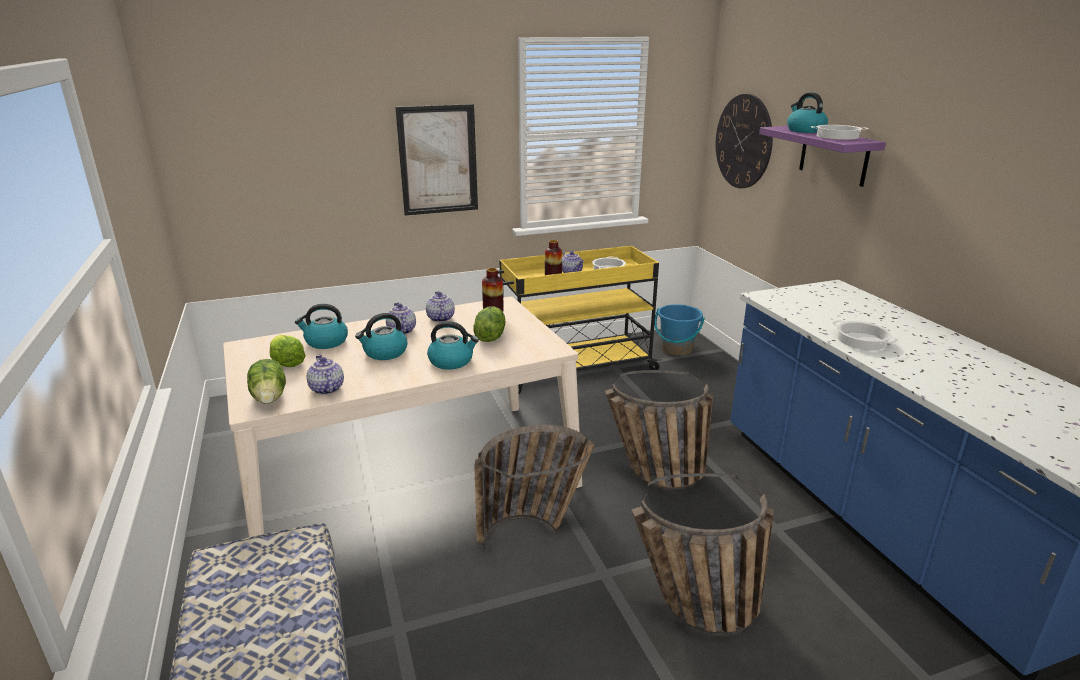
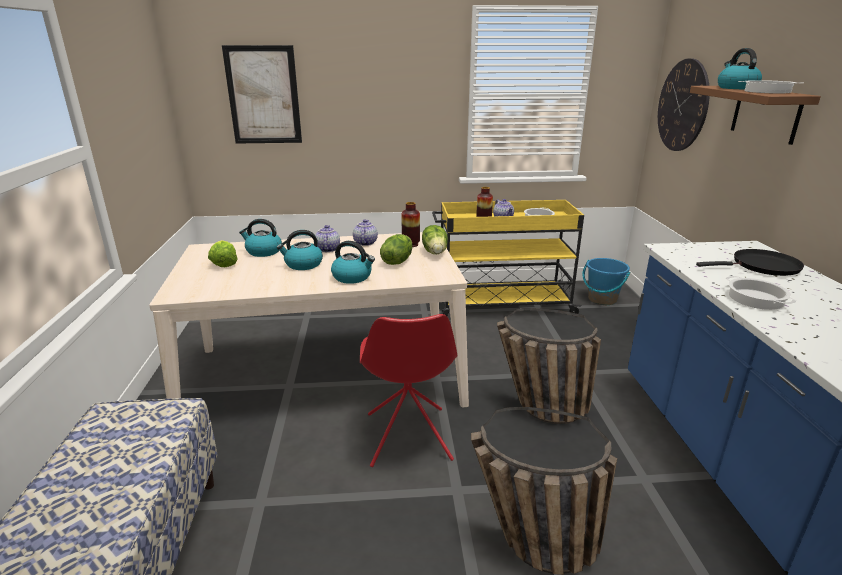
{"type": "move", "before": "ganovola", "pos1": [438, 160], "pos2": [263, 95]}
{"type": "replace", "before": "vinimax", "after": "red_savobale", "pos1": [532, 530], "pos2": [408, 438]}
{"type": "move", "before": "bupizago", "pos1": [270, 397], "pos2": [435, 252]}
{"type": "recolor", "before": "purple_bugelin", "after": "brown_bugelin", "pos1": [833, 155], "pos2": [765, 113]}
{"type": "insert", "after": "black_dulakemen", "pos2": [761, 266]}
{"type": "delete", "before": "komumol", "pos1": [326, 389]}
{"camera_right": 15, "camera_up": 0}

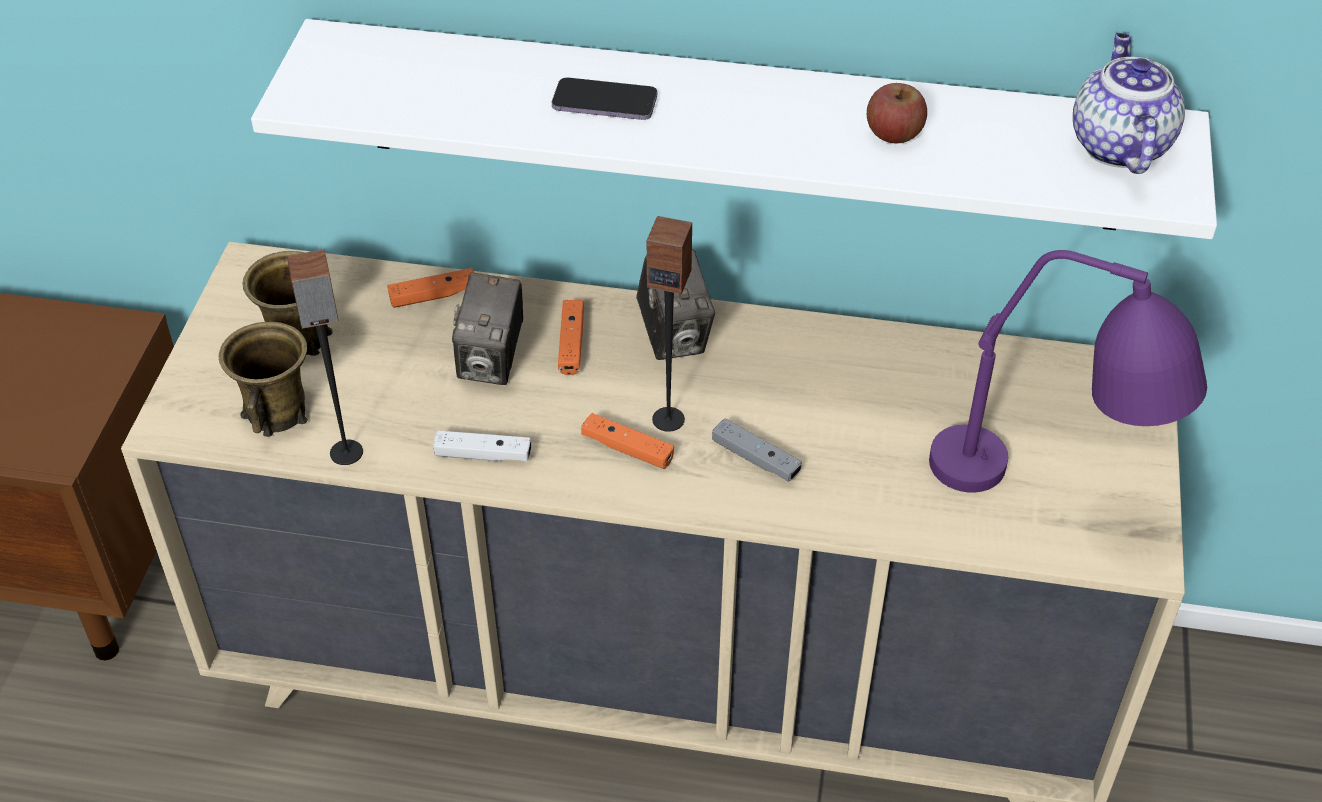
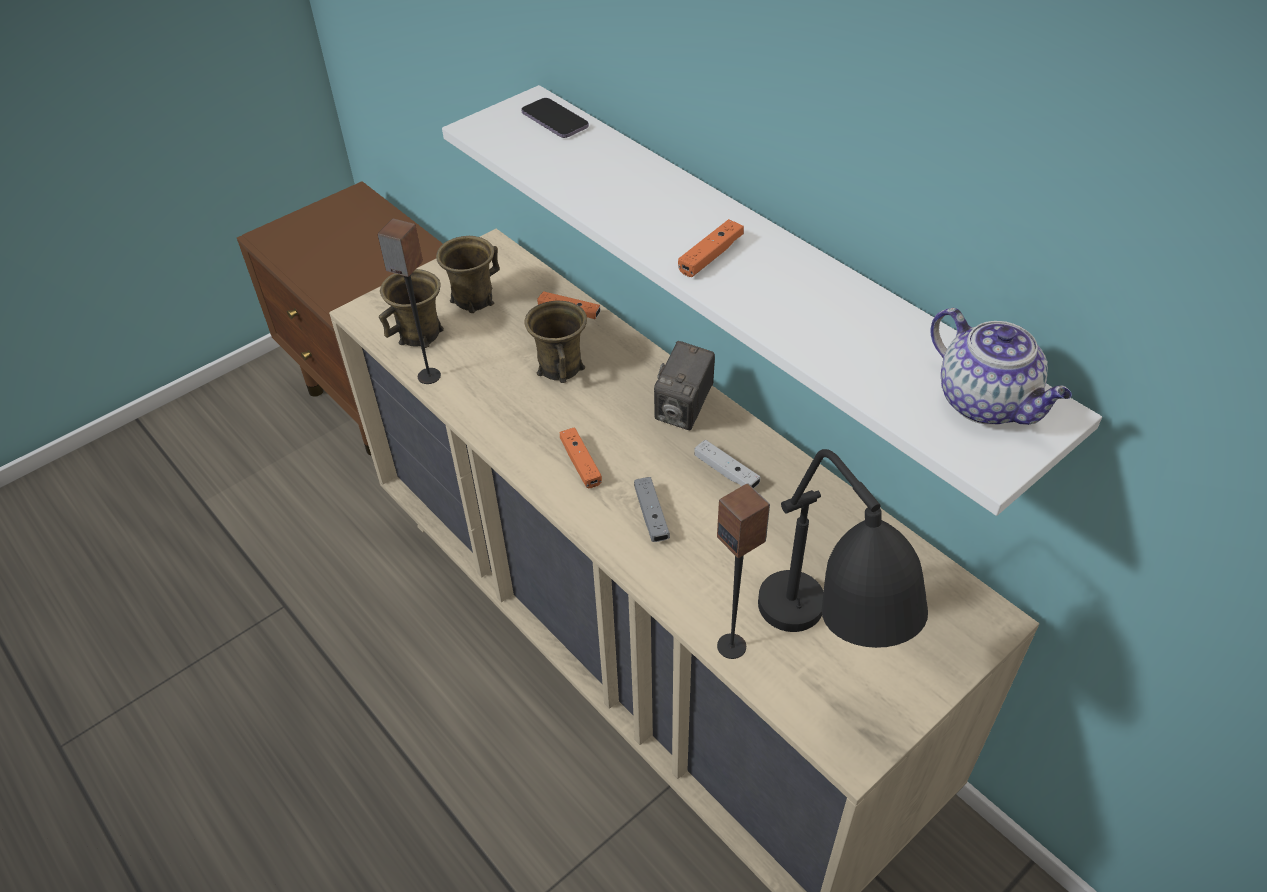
{"type": "move", "before": "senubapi", "pos1": [604, 102], "pos2": [555, 120]}
{"type": "replace", "before": "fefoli", "after": "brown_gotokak", "pos1": [492, 360], "pos2": [561, 367]}
{"type": "move", "before": "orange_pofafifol", "pos1": [571, 344], "pos2": [710, 256]}
{"type": "move", "before": "white_pofafifol", "pos1": [483, 455], "pos2": [726, 472]}
{"type": "move", "before": "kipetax", "pos1": [668, 419], "pos2": [732, 646]}
{"type": "recolor", "before": "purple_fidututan", "after": "black_fidututan", "pos1": [1047, 498], "pos2": [823, 664]}
{"type": "rotate", "before": "komumol", "pos1": [1118, 145], "pos2": [987, 403], "turn": 105}
{"type": "delete", "before": "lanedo", "pos1": [894, 134]}
{"camera_right": 40, "camera_up": 0}

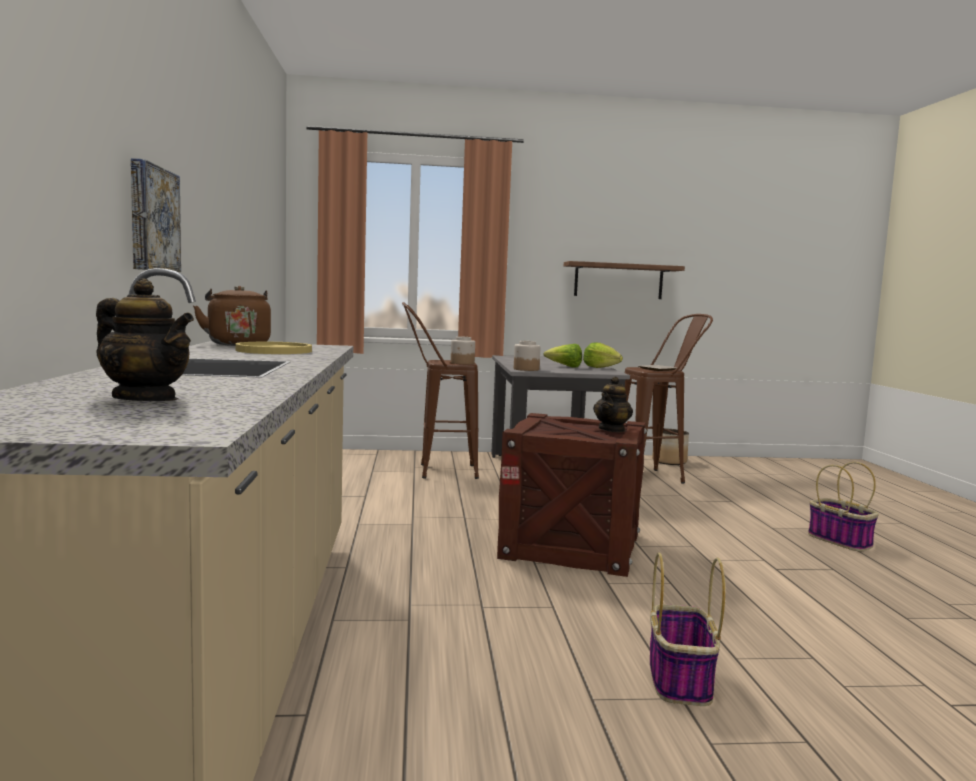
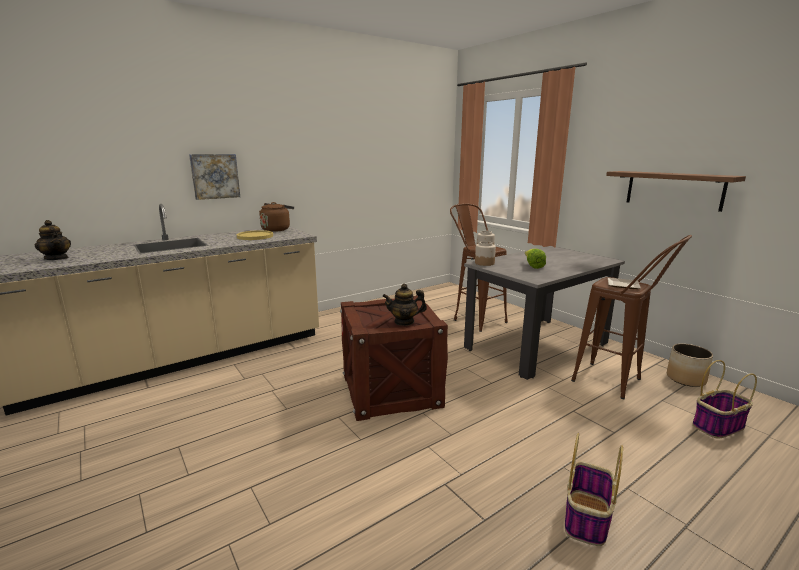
{"type": "rotate", "before": "komumol", "pos1": [145, 399], "pos2": [56, 258], "turn": -45}
{"type": "move", "before": "vinimax", "pos1": [679, 679], "pos2": [718, 426]}
{"type": "delete", "before": "bupizago", "pos1": [600, 367]}
{"camera_right": 60, "camera_up": 10}

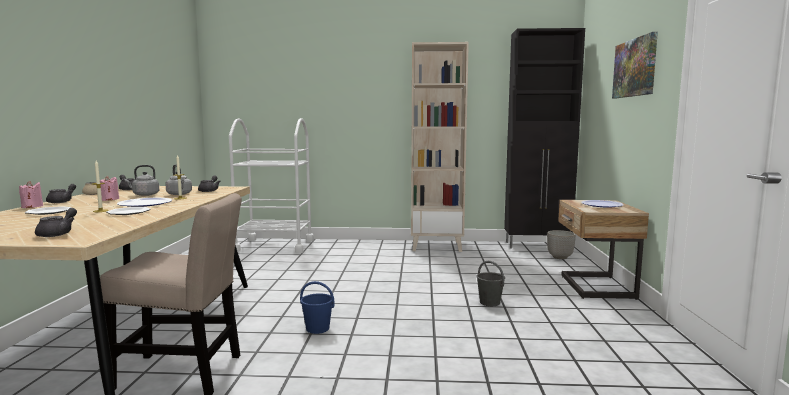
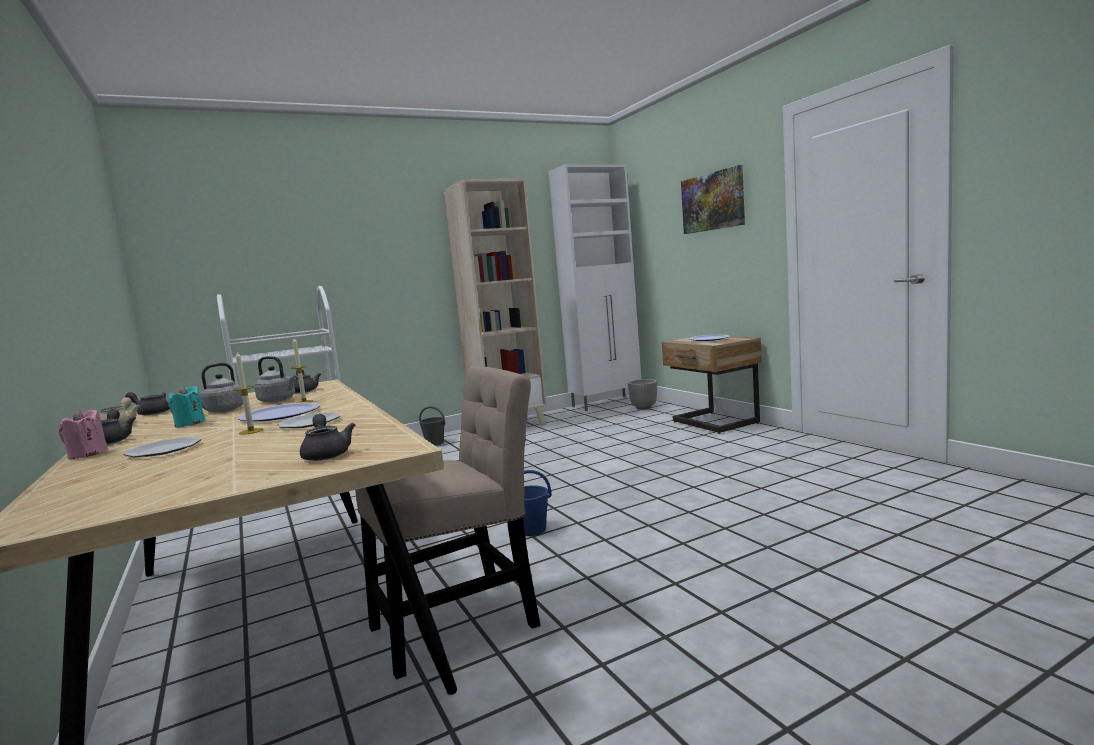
{"type": "recolor", "before": "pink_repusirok", "after": "turquoise_repusirok", "pos1": [109, 199], "pos2": [189, 424]}
{"type": "move", "before": "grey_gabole", "pos1": [489, 302], "pos2": [434, 443]}
{"type": "recolor", "before": "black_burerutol", "after": "white_burerutol", "pos1": [538, 245], "pos2": [607, 403]}
{"camera_right": -30, "camera_up": 0}

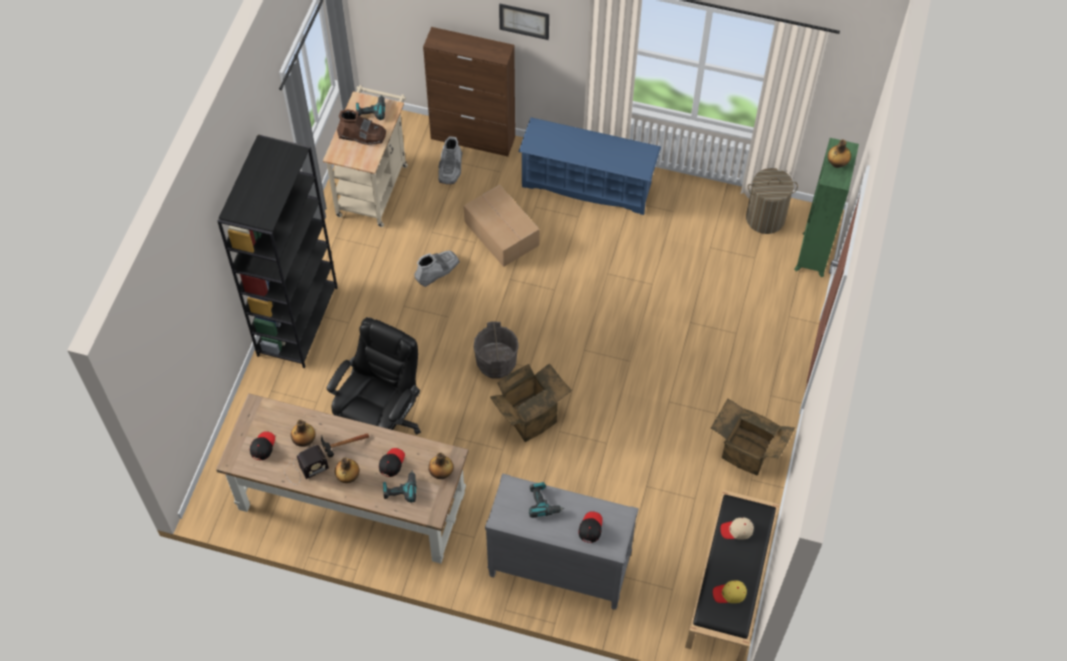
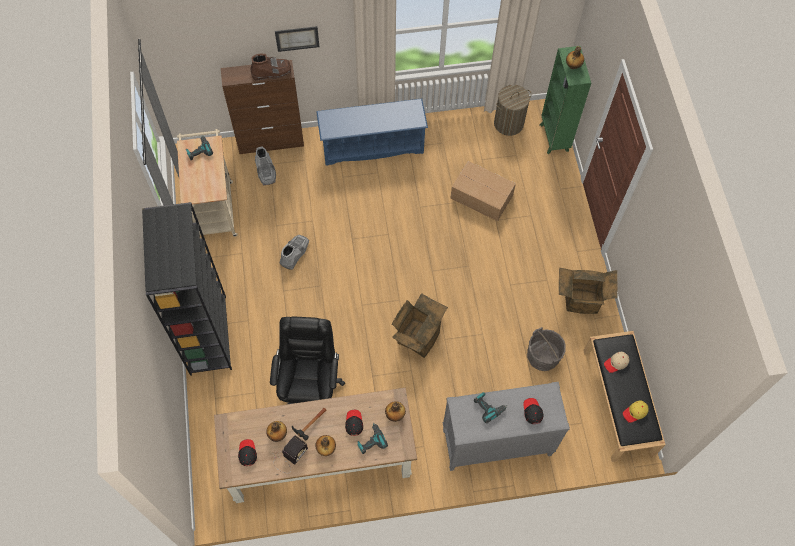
{"type": "move", "before": "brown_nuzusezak", "pos1": [362, 135], "pos2": [271, 72]}
{"type": "move", "before": "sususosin", "pos1": [501, 234], "pos2": [482, 197]}
{"type": "move", "before": "grey_gabole", "pos1": [496, 363], "pos2": [542, 357]}
{"camera_right": -25, "camera_up": 5}

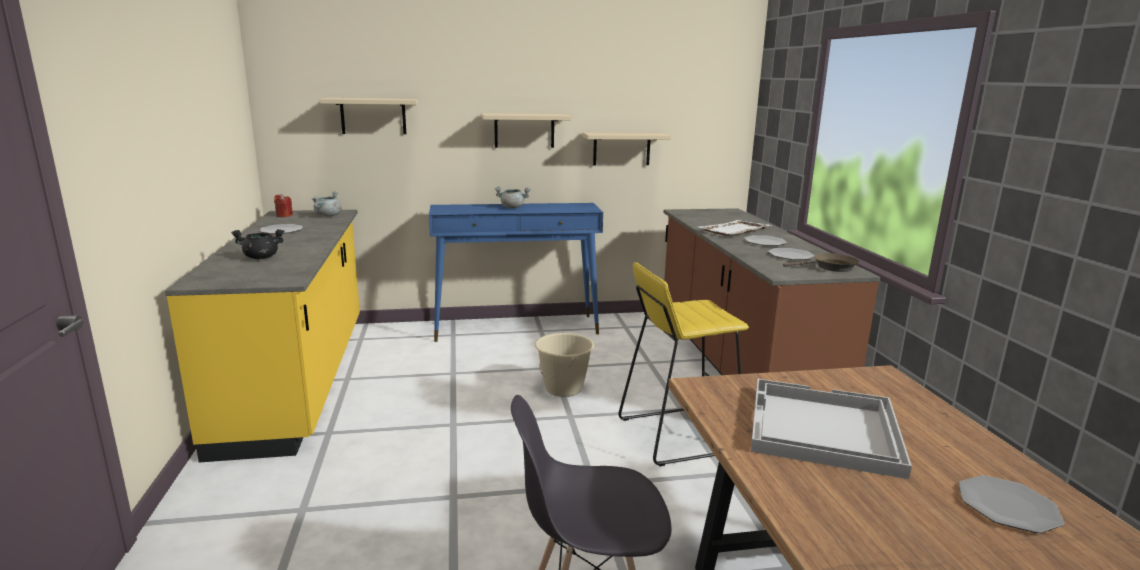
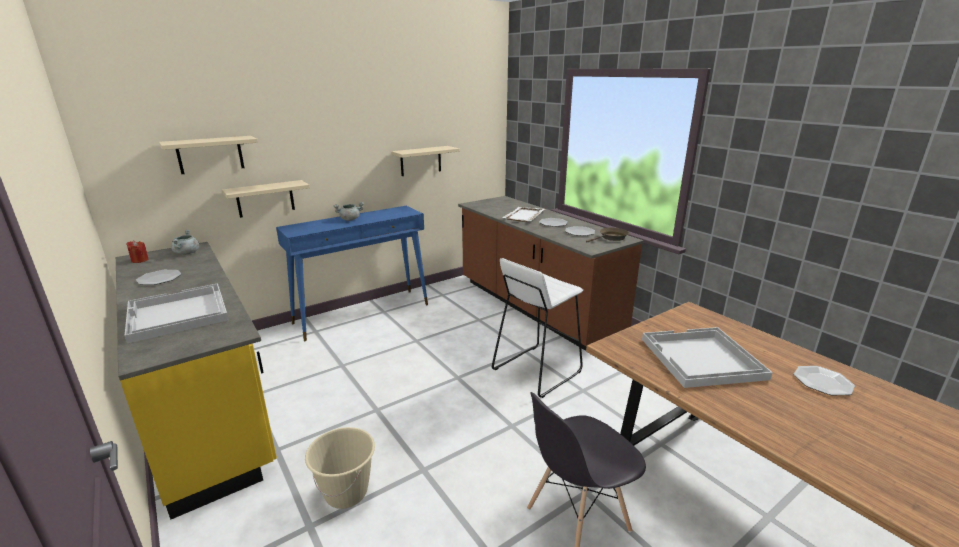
{"type": "replace", "before": "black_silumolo", "after": "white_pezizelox", "pos1": [261, 257], "pos2": [177, 314]}
{"type": "move", "before": "beige_bugelin", "pos1": [524, 130], "pos2": [265, 199]}
{"type": "move", "before": "beige_gabole", "pos1": [564, 389], "pos2": [346, 492]}
{"type": "recolor", "before": "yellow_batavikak", "after": "white_batavikak", "pos1": [677, 434], "pos2": [536, 370]}
{"camera_right": -25, "camera_up": 5}

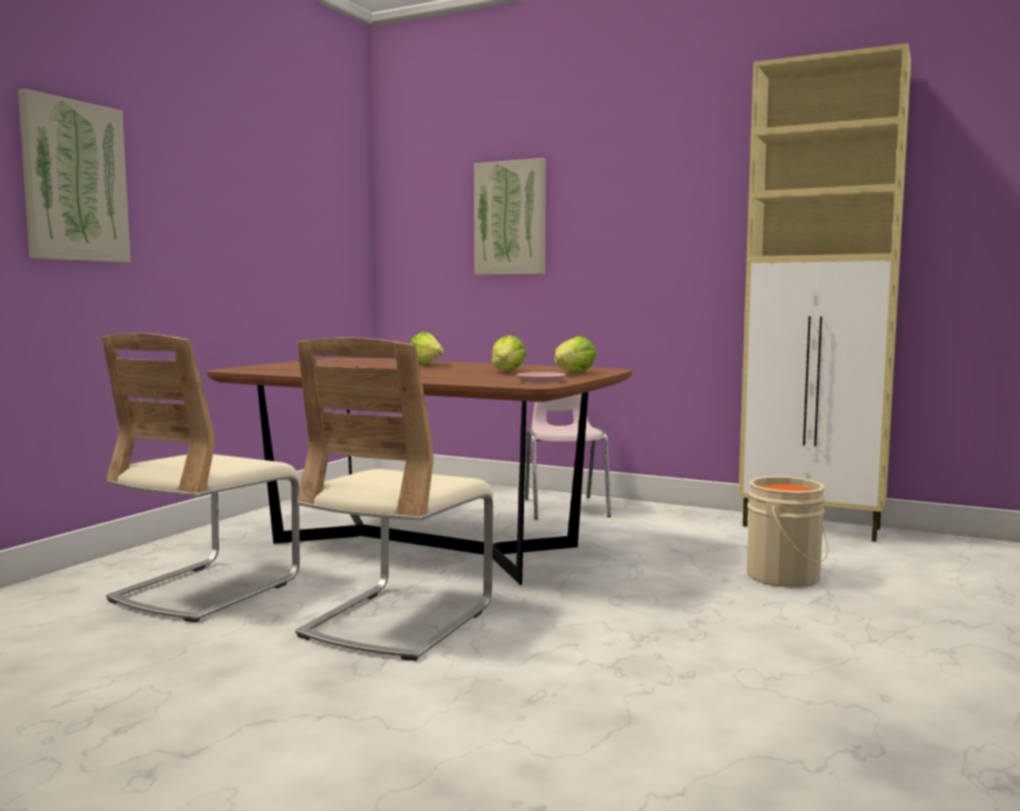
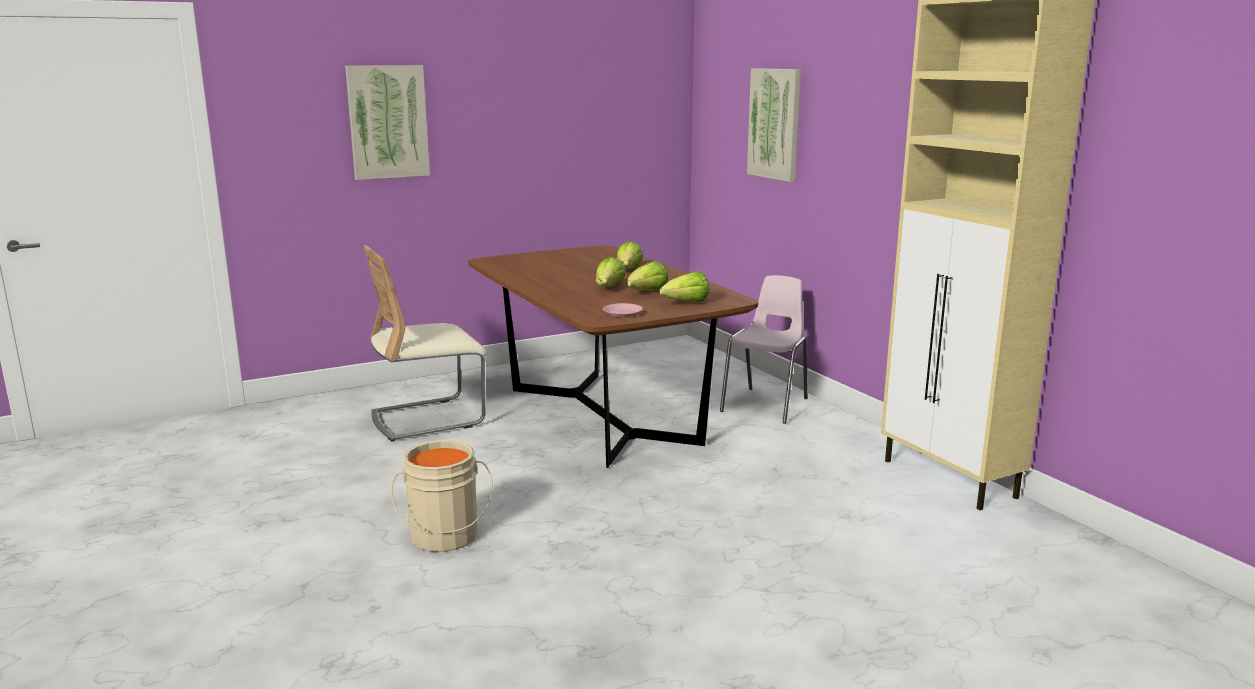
{"type": "move", "before": "beige_gabole", "pos1": [786, 577], "pos2": [444, 537]}
{"type": "insert", "after": "bupizago", "pos2": [609, 288]}
{"type": "delete", "before": "beige_savobale", "pos1": [398, 620]}
{"camera_right": 35, "camera_up": 10}

